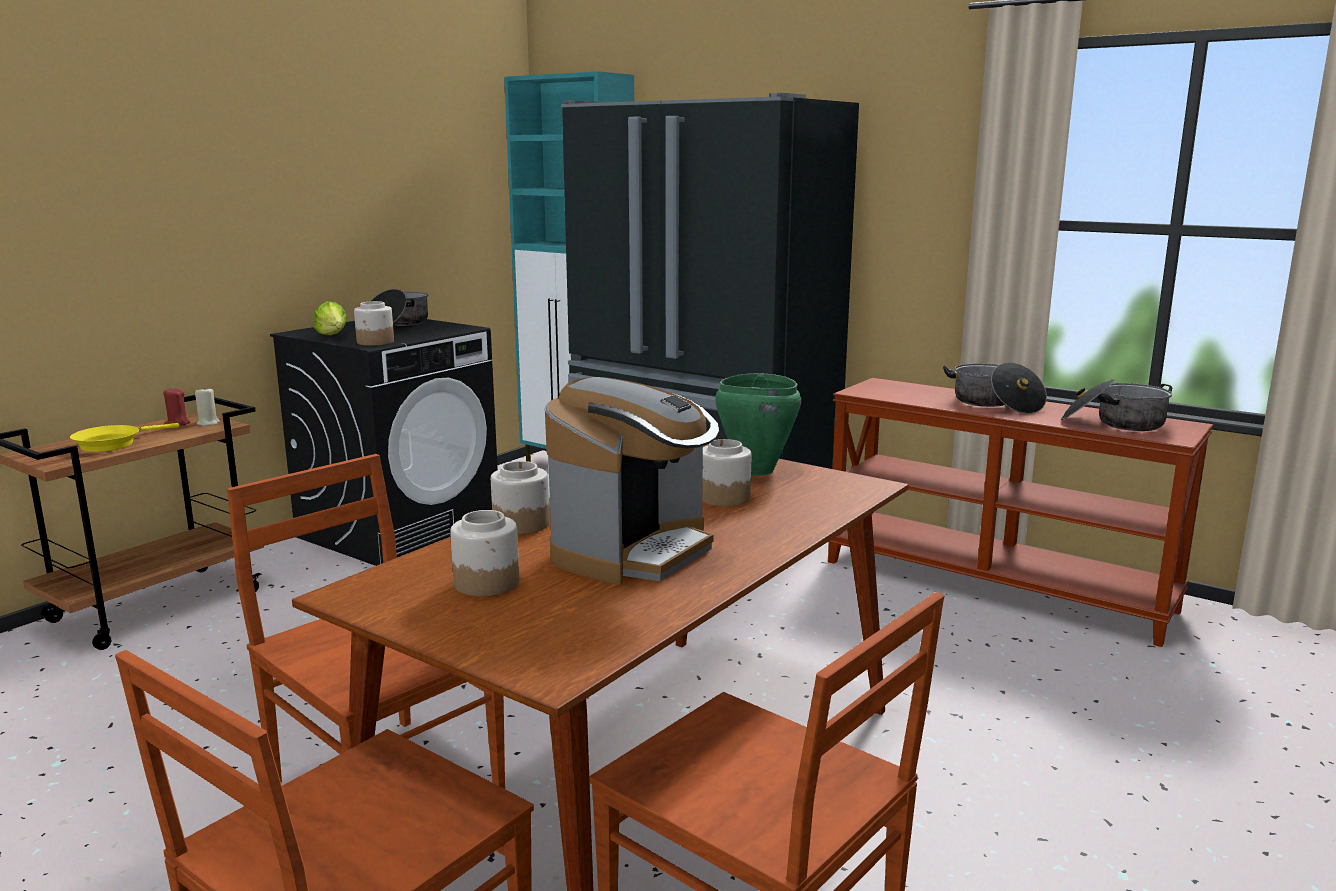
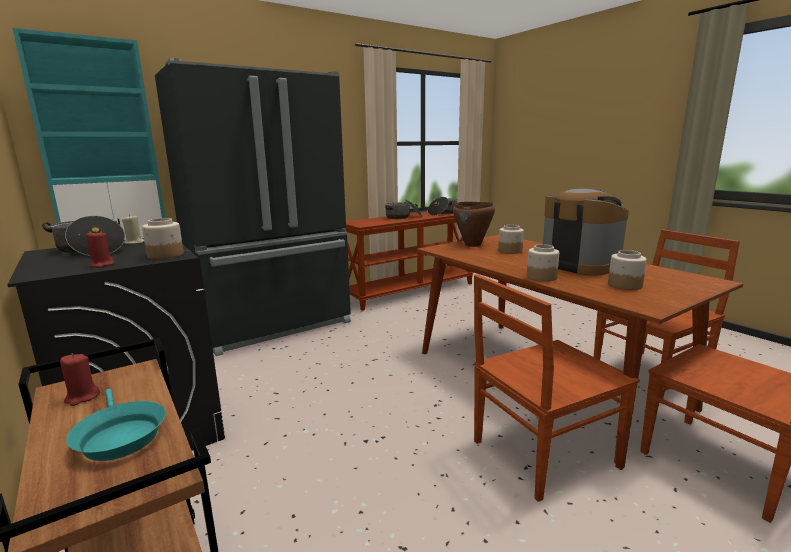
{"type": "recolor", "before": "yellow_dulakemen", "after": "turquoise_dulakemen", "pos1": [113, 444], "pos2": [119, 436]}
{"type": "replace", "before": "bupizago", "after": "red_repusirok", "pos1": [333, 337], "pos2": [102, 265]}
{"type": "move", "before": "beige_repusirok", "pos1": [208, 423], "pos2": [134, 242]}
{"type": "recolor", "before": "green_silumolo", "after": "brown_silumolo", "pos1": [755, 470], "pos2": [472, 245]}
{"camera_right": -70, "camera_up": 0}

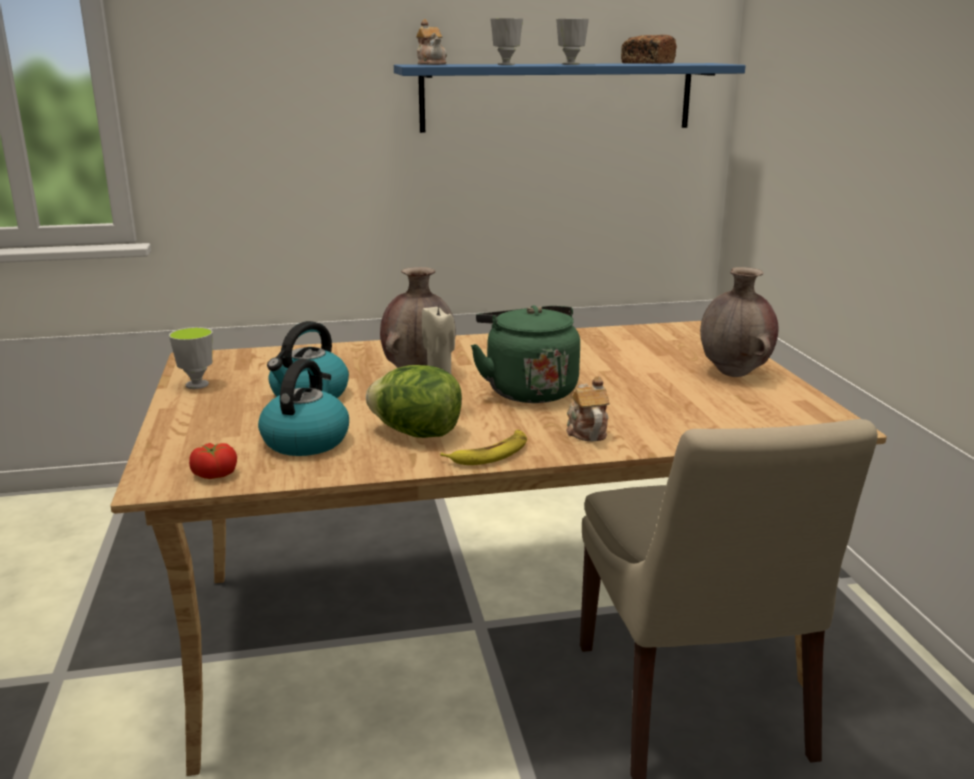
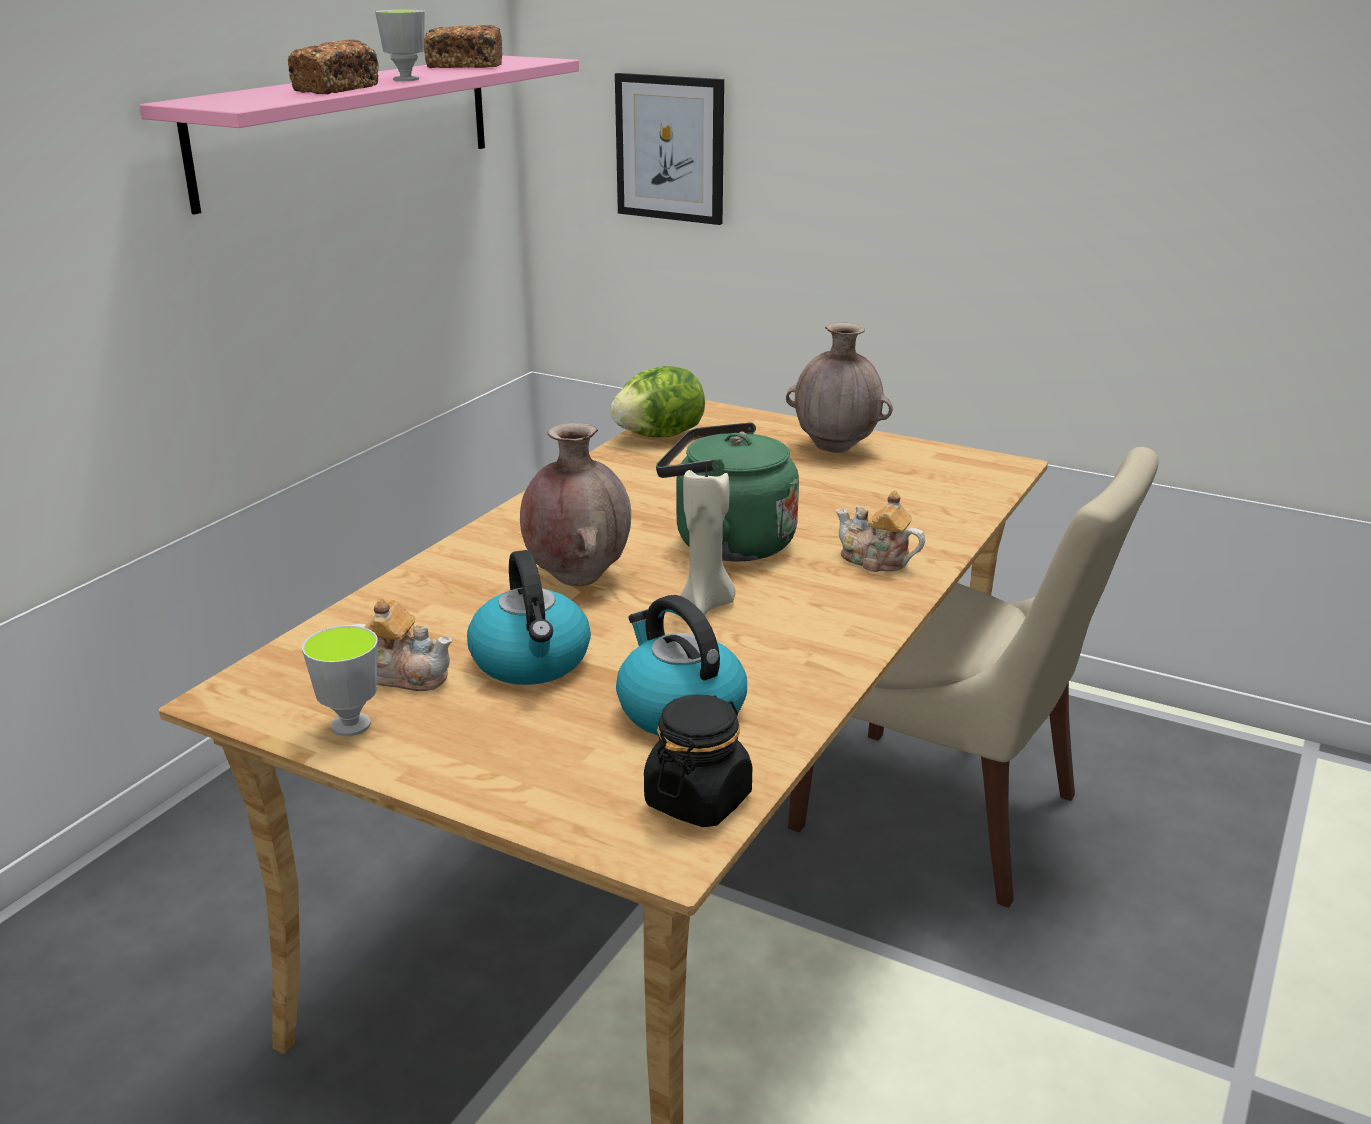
{"type": "recolor", "before": "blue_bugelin", "after": "pink_bugelin", "pos1": [557, 97], "pos2": [350, 127]}
{"type": "replace", "before": "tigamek", "after": "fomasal", "pos1": [506, 64], "pos2": [336, 89]}
{"type": "move", "before": "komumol", "pos1": [432, 64], "pos2": [406, 675]}
{"type": "move", "before": "bupizago", "pos1": [417, 433], "pos2": [659, 435]}
{"type": "insert", "after": "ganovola", "pos2": [670, 148]}
{"type": "replace", "before": "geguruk", "after": "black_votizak", "pos1": [215, 474], "pos2": [698, 800]}
{"type": "delete", "before": "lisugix", "pos1": [490, 453]}
{"camera_right": -50, "camera_up": 5}

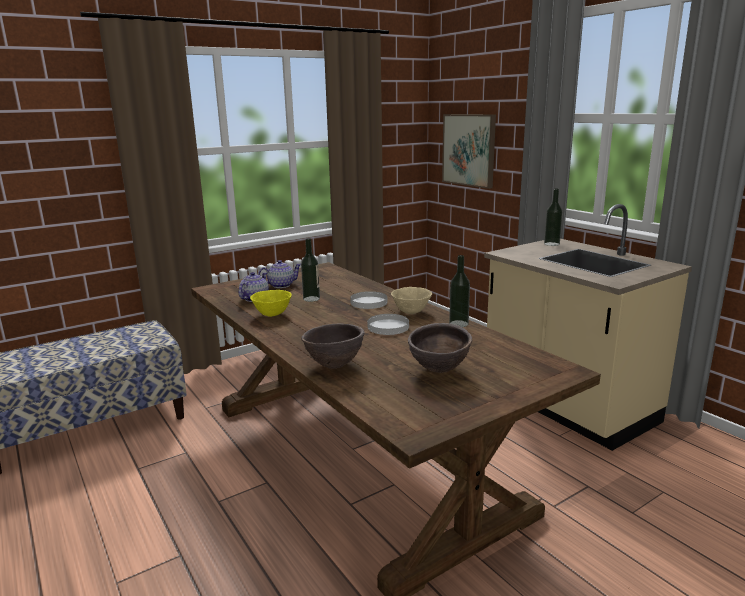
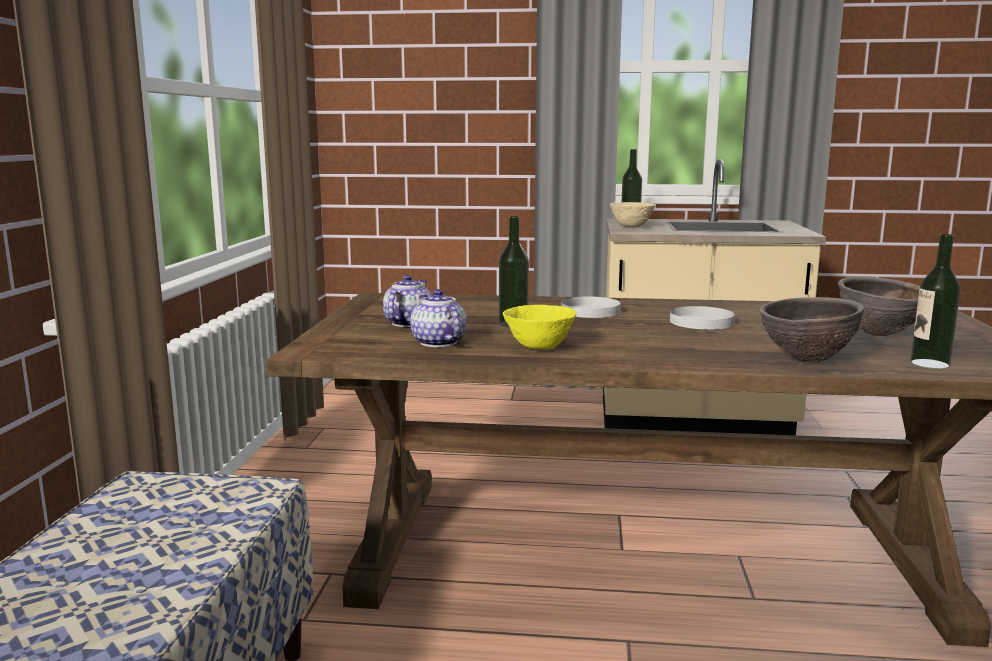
{"type": "move", "before": "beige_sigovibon", "pos1": [411, 312], "pos2": [631, 227]}
{"type": "move", "before": "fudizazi", "pos1": [458, 323], "pos2": [929, 364]}
{"type": "delete", "before": "ganovola", "pos1": [469, 150]}
{"camera_right": -50, "camera_up": -5}

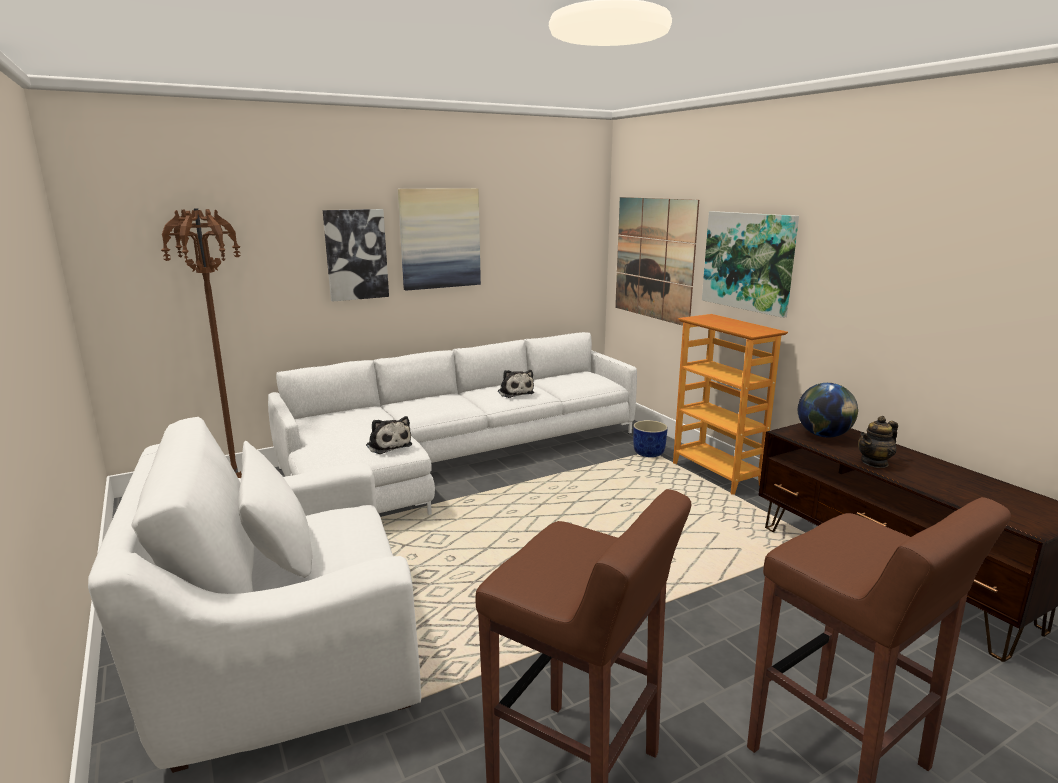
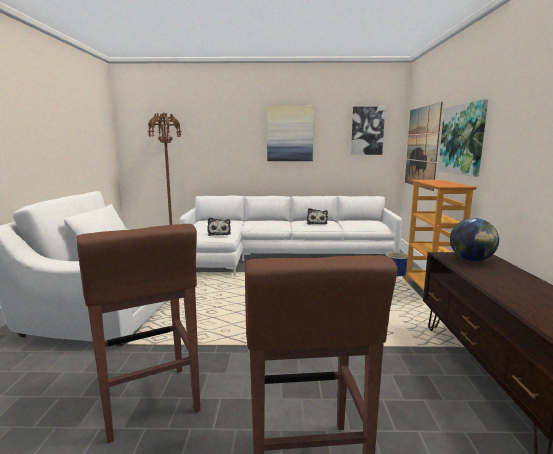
{"type": "move", "before": "ganovola", "pos1": [356, 254], "pos2": [367, 131]}
{"type": "delete", "before": "komumol", "pos1": [874, 462]}
{"camera_right": 30, "camera_up": -5}

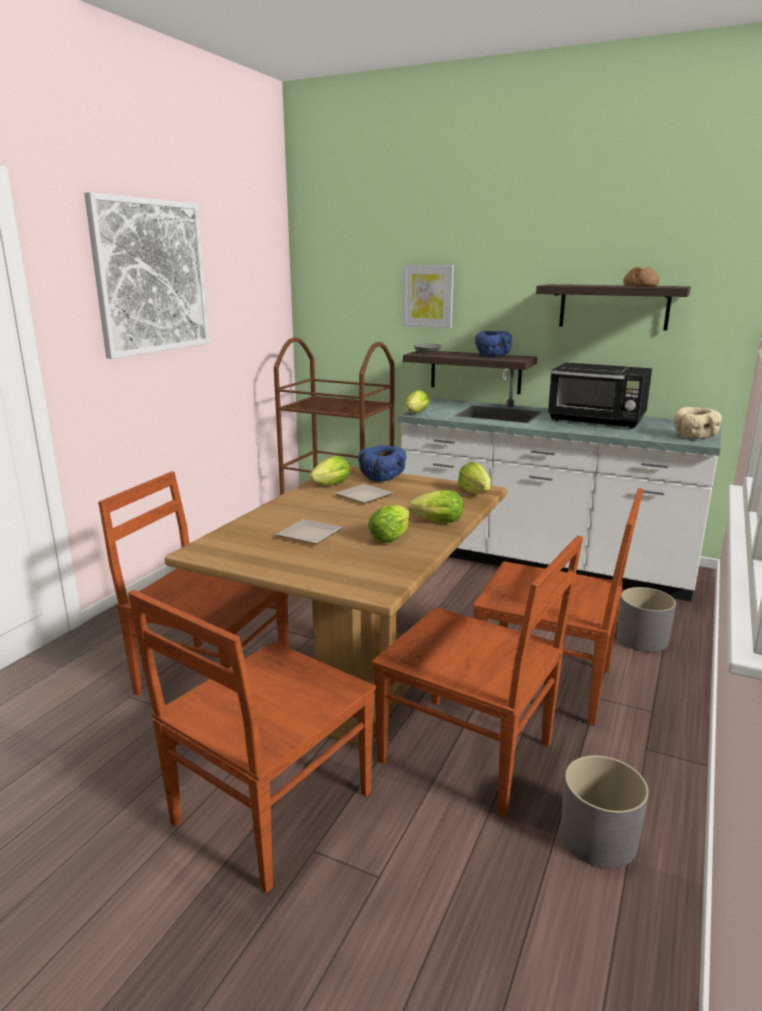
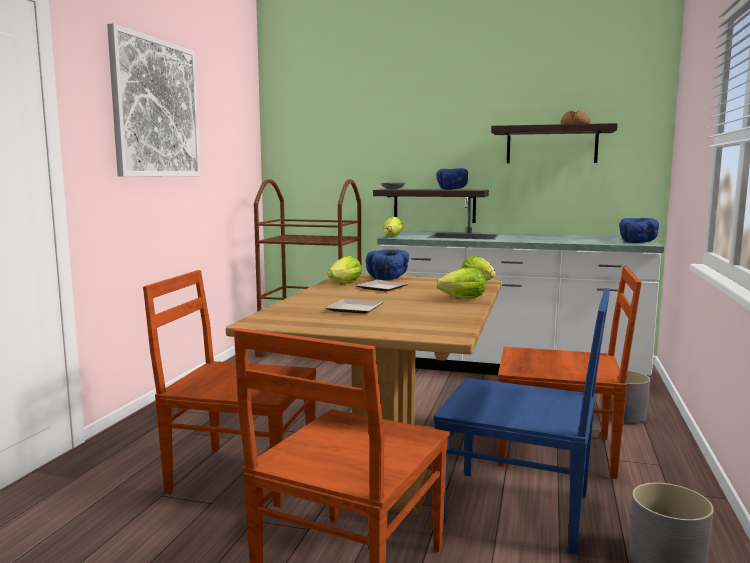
{"type": "recolor", "before": "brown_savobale", "after": "blue_savobale", "pos1": [469, 754], "pos2": [519, 510]}
{"type": "recolor", "before": "beige_sigovibon", "after": "blue_sigovibon", "pos1": [693, 437], "pos2": [636, 242]}
{"type": "delete", "before": "bupizago", "pos1": [391, 537]}
{"type": "delete", "before": "ganovola", "pos1": [428, 296]}
{"type": "delete", "before": "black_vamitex", "pos1": [597, 421]}
{"camera_right": -10, "camera_up": -10}

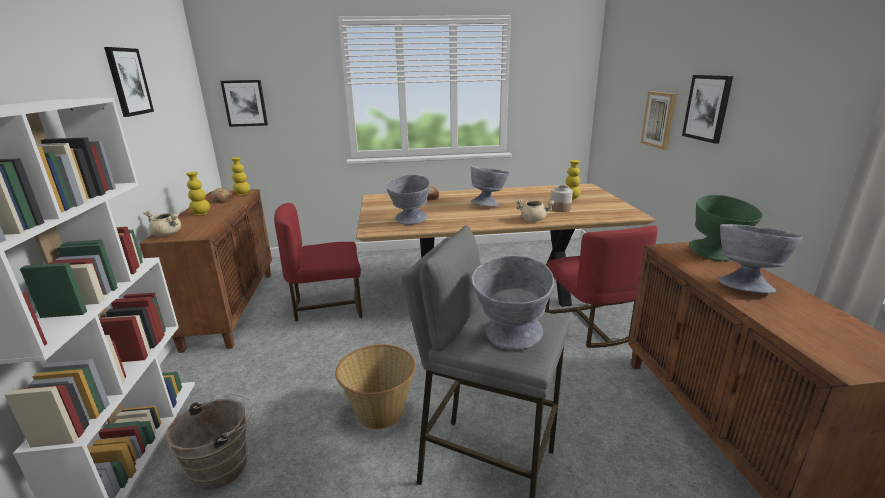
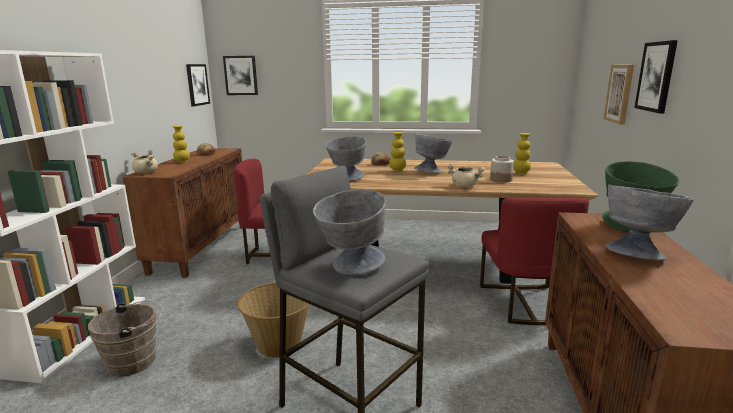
{"type": "move", "before": "ganovola", "pos1": [128, 81], "pos2": [197, 84]}
{"type": "move", "before": "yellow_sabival", "pos1": [242, 194], "pos2": [397, 170]}
{"camera_right": 15, "camera_up": -5}

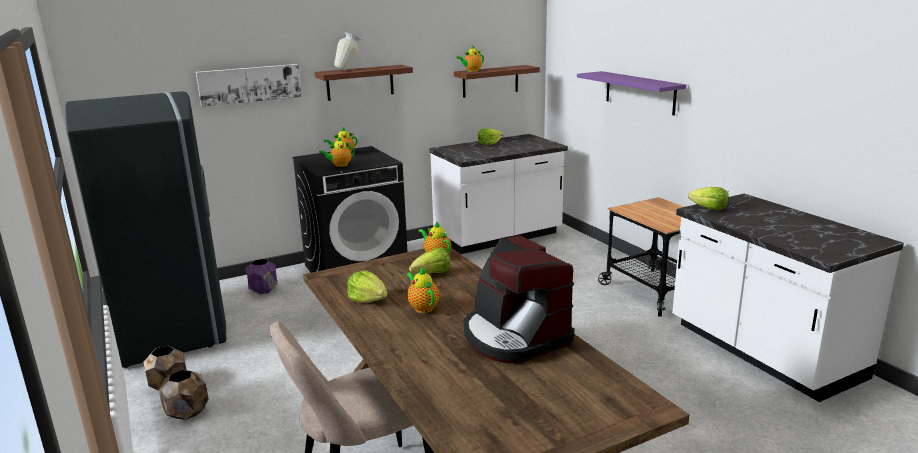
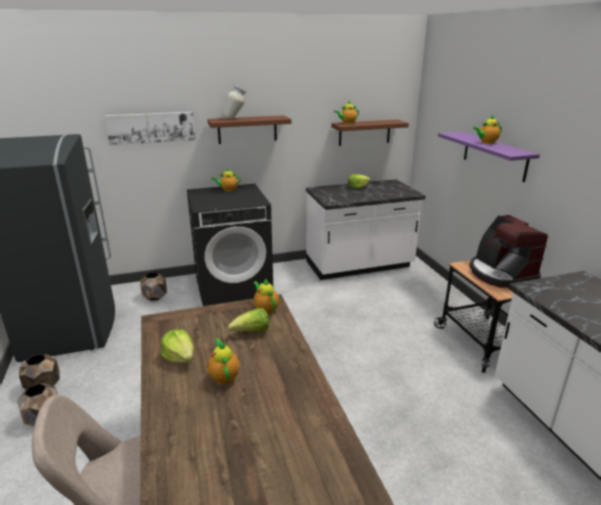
{"type": "recolor", "before": "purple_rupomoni", "after": "brown_rupomoni", "pos1": [264, 290], "pos2": [155, 297]}
{"type": "move", "before": "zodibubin", "pos1": [514, 336], "pos2": [500, 273]}
{"type": "move", "before": "komumol", "pos1": [339, 165], "pos2": [486, 143]}
{"type": "delete", "before": "bupizago", "pos1": [709, 208]}
{"camera_right": 10, "camera_up": 5}

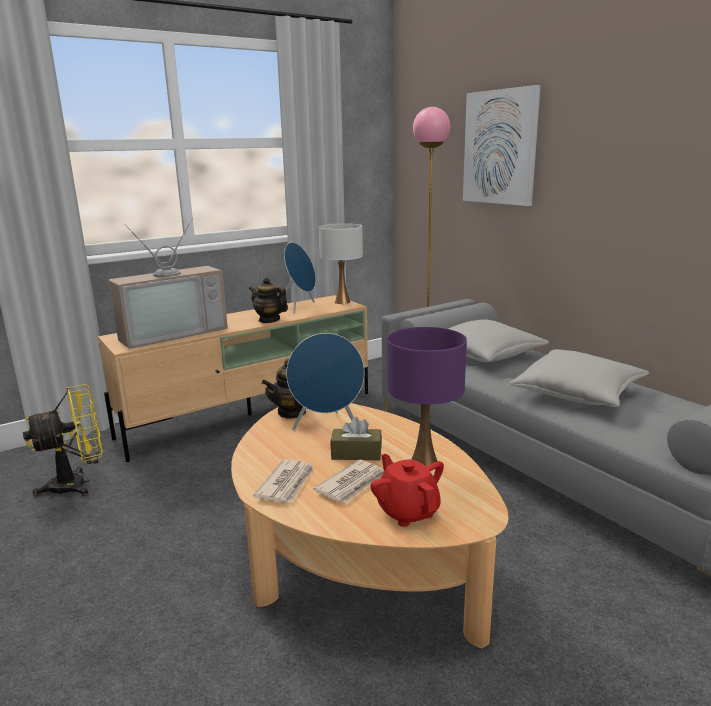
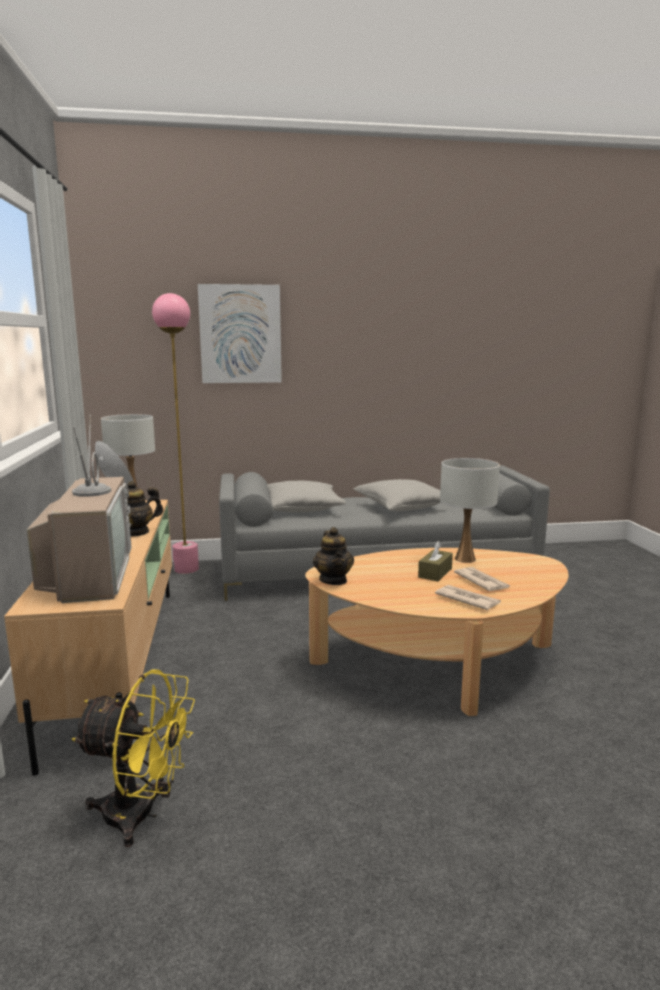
{"type": "rotate", "before": "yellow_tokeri", "pos1": [78, 484], "pos2": [141, 815], "turn": 105}
{"type": "recolor", "before": "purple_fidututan", "after": "white_fidututan", "pos1": [423, 463], "pos2": [465, 559]}
{"type": "delete", "before": "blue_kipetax", "pos1": [328, 429]}
{"type": "delete", "before": "red_komumol", "pos1": [407, 511]}
{"camera_right": -65, "camera_up": -5}

